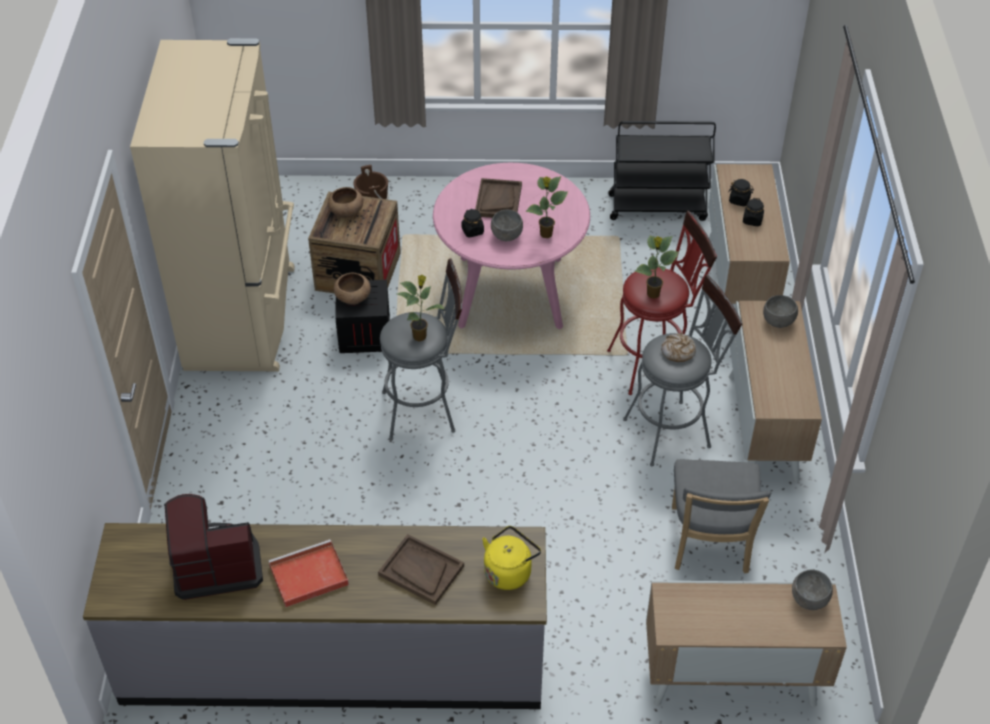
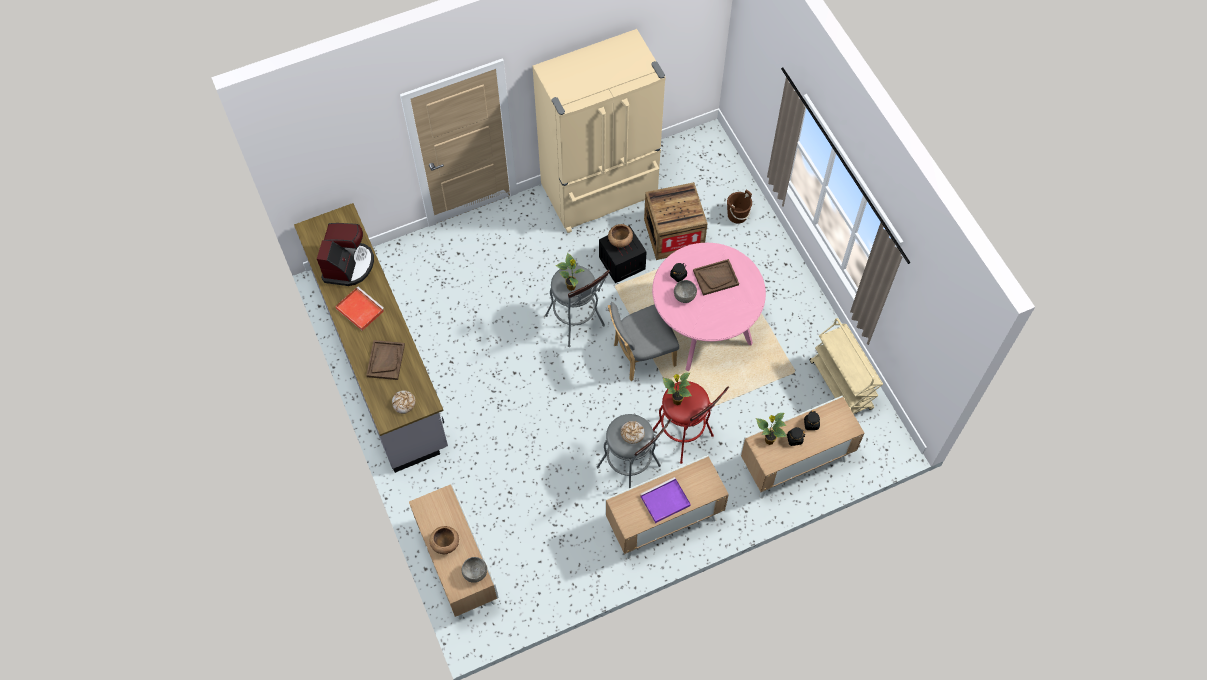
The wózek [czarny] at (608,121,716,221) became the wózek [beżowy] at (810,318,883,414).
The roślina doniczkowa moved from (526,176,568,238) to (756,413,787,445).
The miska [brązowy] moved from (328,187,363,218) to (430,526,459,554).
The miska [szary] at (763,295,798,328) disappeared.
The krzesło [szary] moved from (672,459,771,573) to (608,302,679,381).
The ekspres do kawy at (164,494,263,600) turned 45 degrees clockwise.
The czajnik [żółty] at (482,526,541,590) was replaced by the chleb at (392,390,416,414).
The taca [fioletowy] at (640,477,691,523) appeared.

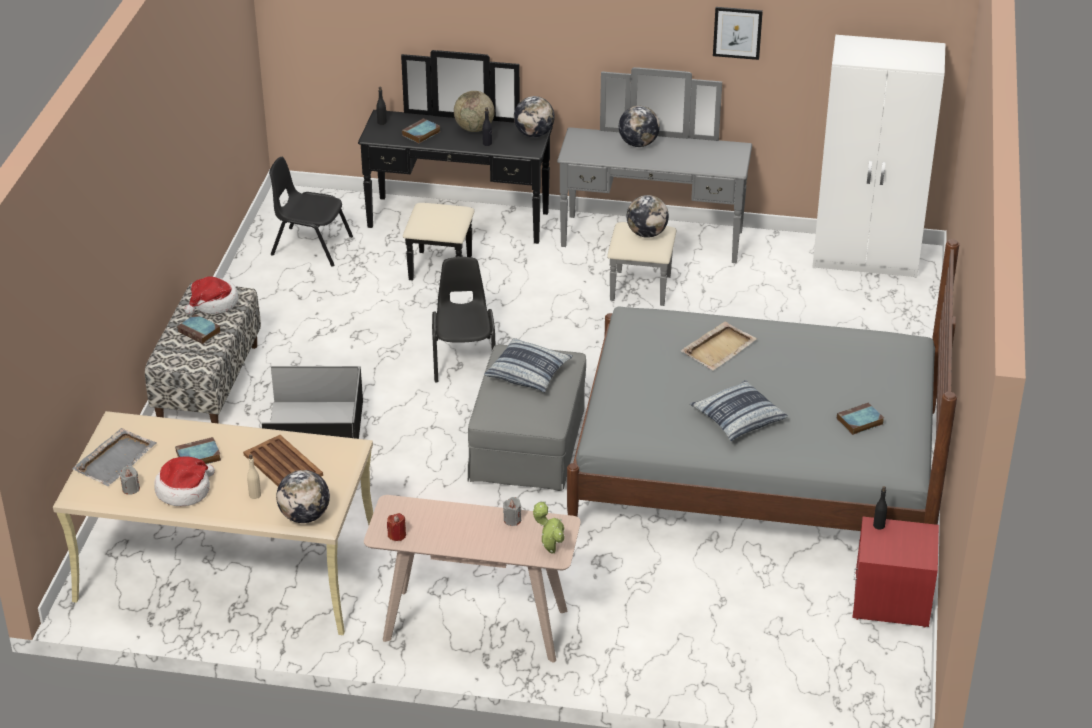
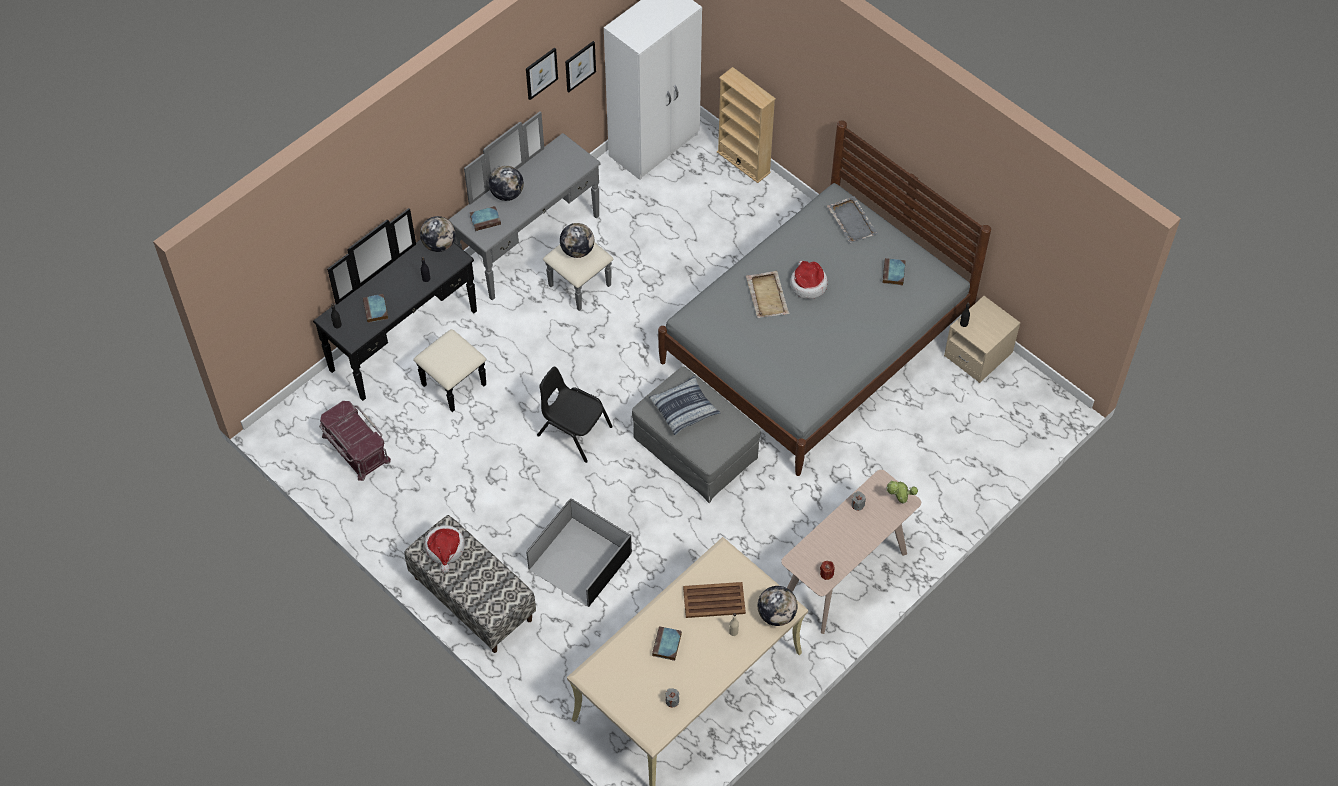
The globus at (454,91,495,132) disappeared.
The krzesło [czarny] at (269,157,353,266) was replaced by the pojemnik do przechowywania [czerwony] at (319,401,391,481).
The książka moved from (177,314,220,344) to (470,206,501,231).
The poduszka at (690,380,788,441) disappeared.
The taca [szary] moved from (72,428,156,486) to (827,196,878,243).
The kapelusz moved from (154,456,215,506) to (790,261,828,299).
The szafka nocna [czerwony] at (852,517,939,628) became the szafka nocna [beżowy] at (944,296,1020,383).
The obraz at (565,41,596,92) appeared.
The regał [beżowy] at (717,67,776,183) appeared.

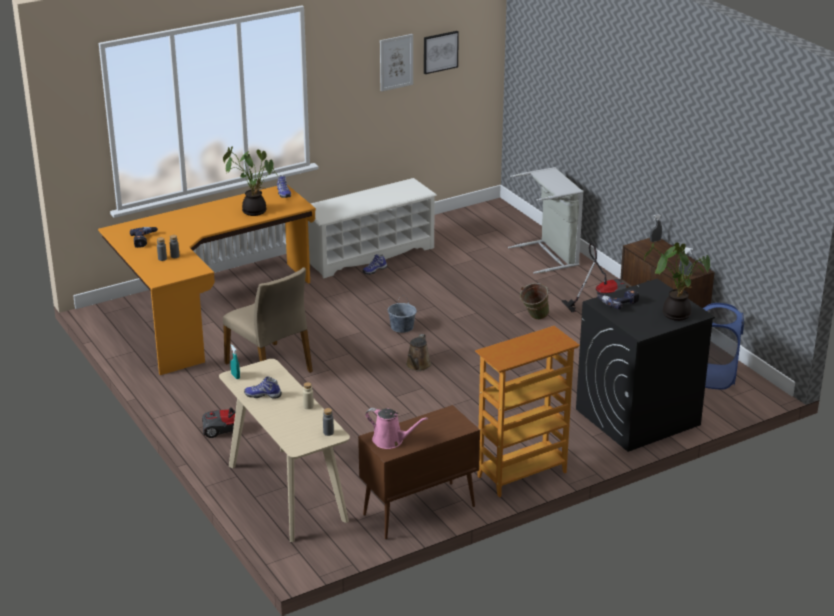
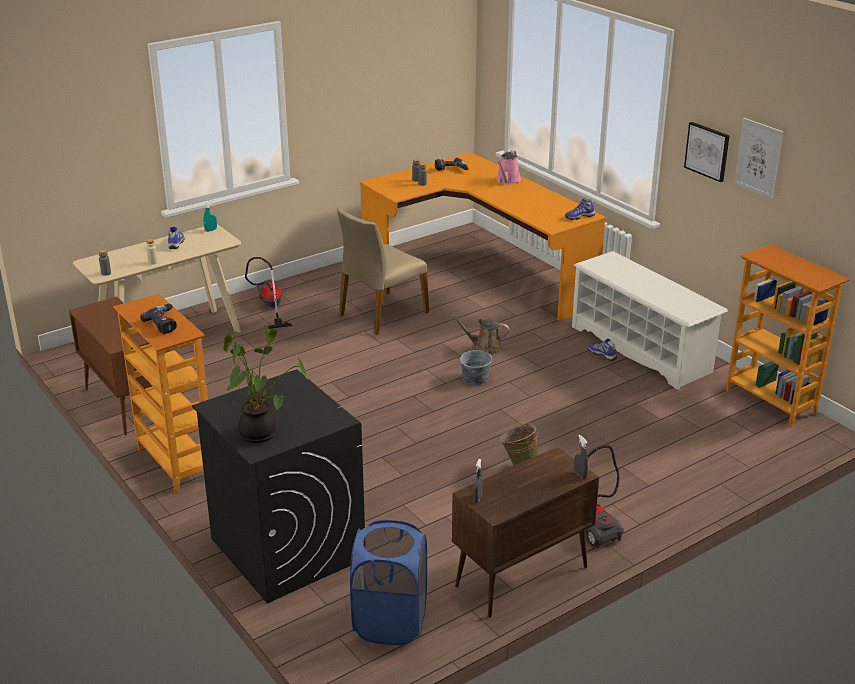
The obraz moved from (424,31,459,74) to (684,122,730,182).
The roślina doniczkowa at (223,146,278,216) disappeared.
The kosz na pranie [szary] at (508,167,584,274) disappeared.
The wiertarka moved from (597,290,639,310) to (140,304,177,334).
The konewka [brązowy] moved from (406,334,432,371) to (451,314,510,355).
The konewka [różowy] moved from (365,408,428,449) to (496,151,521,184).
The regał at (726,244,850,427) appeared.

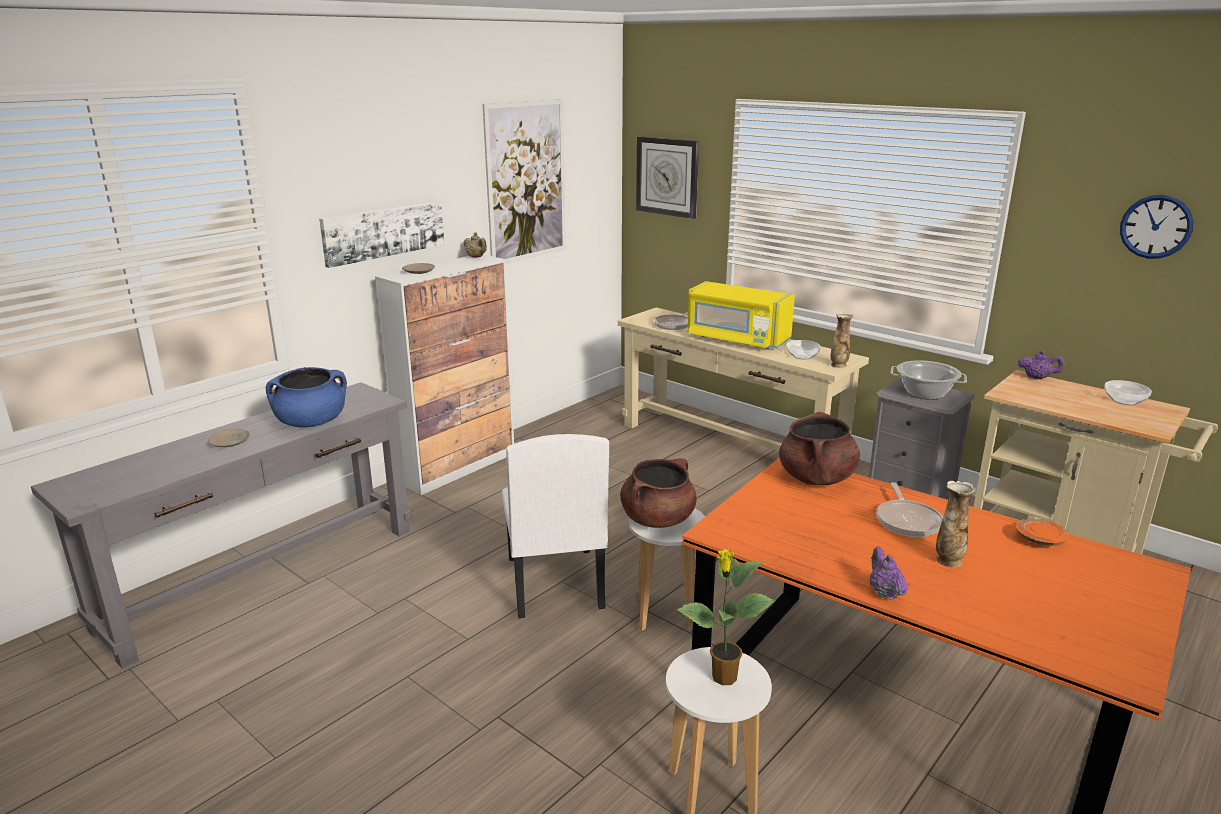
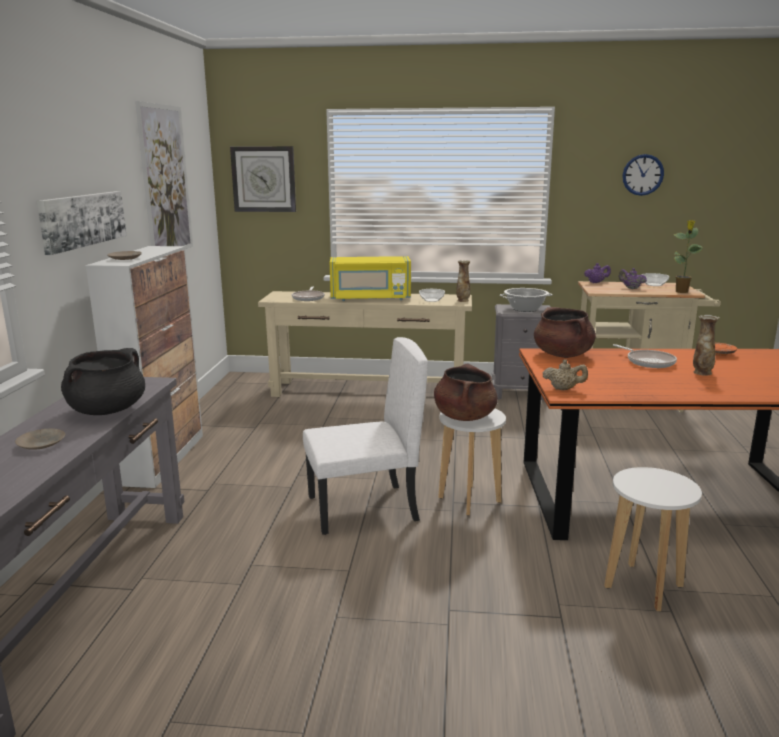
The imbryk [beżowy] moved from (463,232,487,258) to (543,360,588,390).
The garnek [niebieski] at (266,367,347,427) became the garnek [czarny] at (61,348,145,415).
The krzesło [biały] at (502,434,609,618) turned 60 degrees counterclockwise.
The imbryk [fioletowy] moved from (870,546,908,599) to (618,268,647,289).
The roślina doniczkowa moved from (676,549,776,686) to (674,220,703,293).

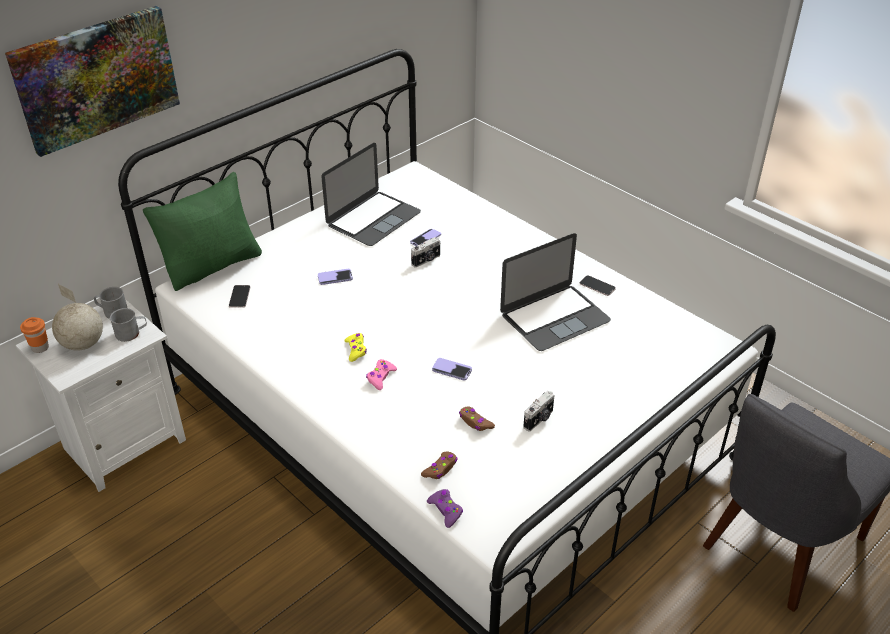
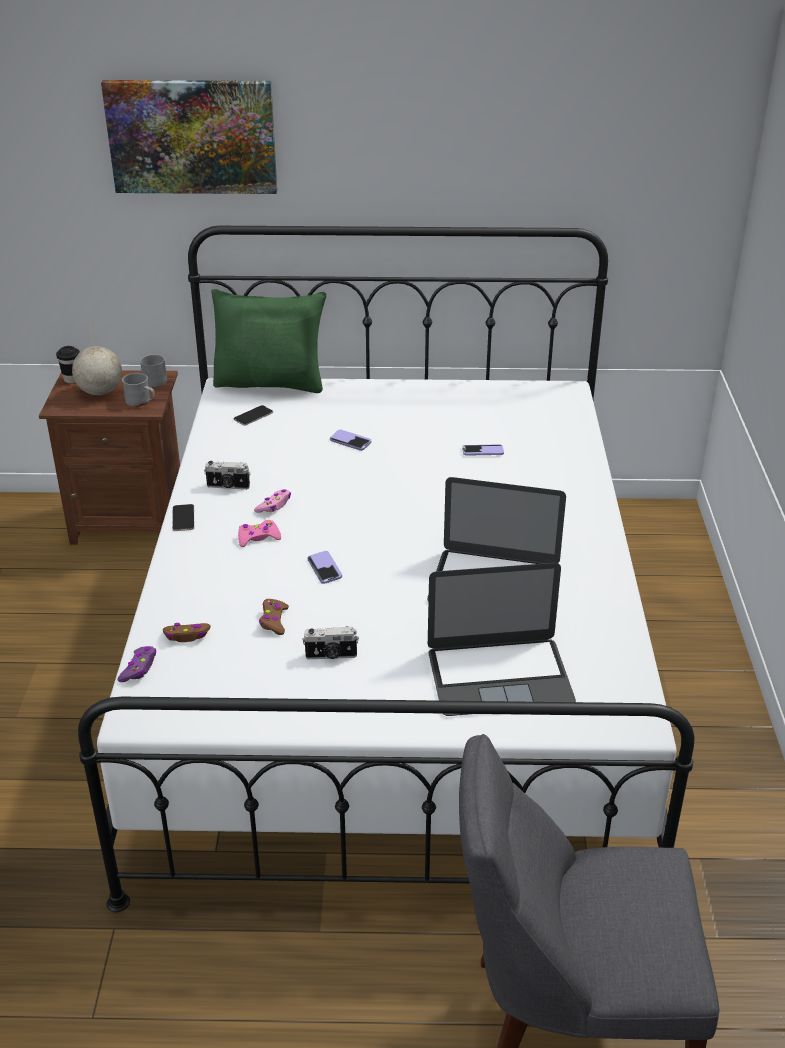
The laptop moved from (322,143,421,246) to (428,563,576,716).
The aparat fotograficzny moved from (411,237,440,268) to (204,461,250,490).
The telefon moved from (580,275,616,296) to (172,504,195,531).
The szafka nocna [biały] at (16,299,186,492) became the szafka nocna [brązowy] at (39,370,180,545).
The filiżanka [pomarańczowy] at (20,317,49,353) became the filiżanka [czarny] at (56,346,80,383).
The pad do gier [żółty] at (344,333,367,362) became the pad do gier [różowy] at (254,489,291,513).

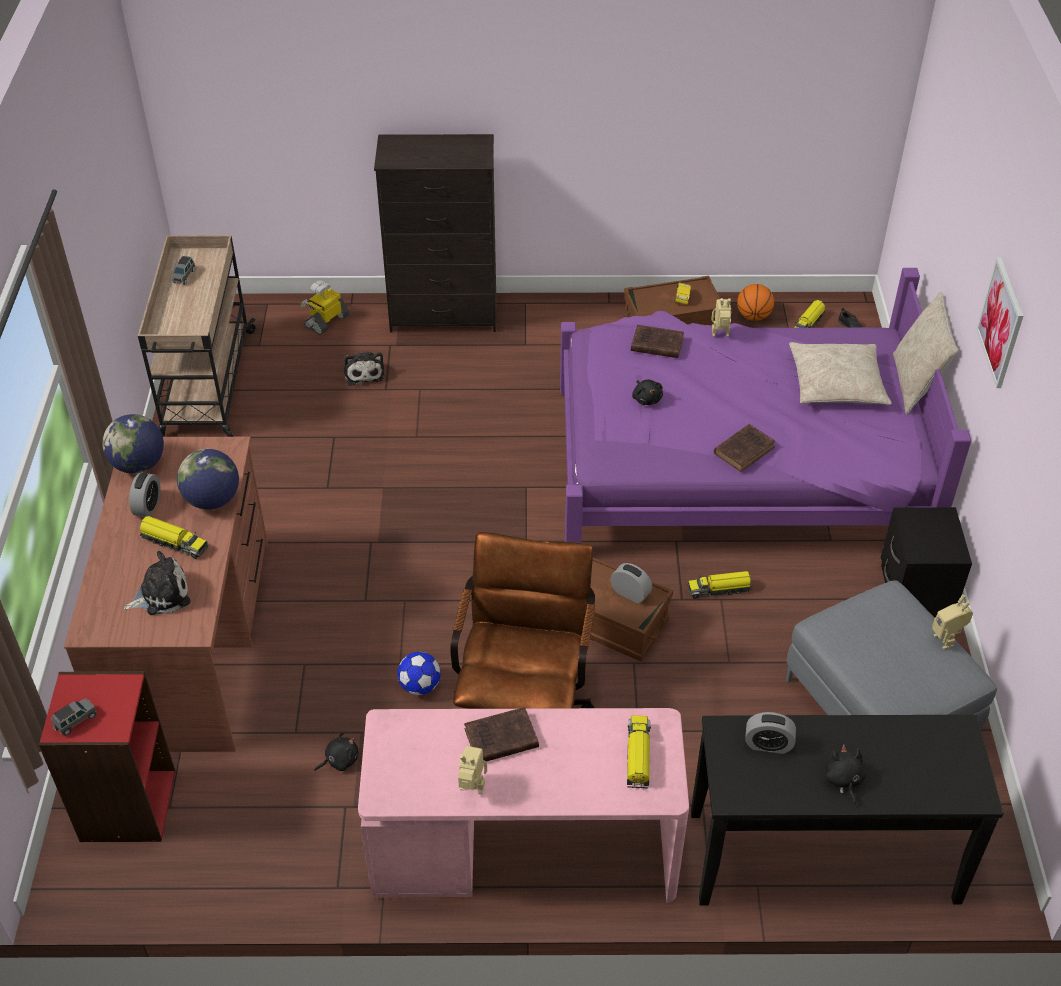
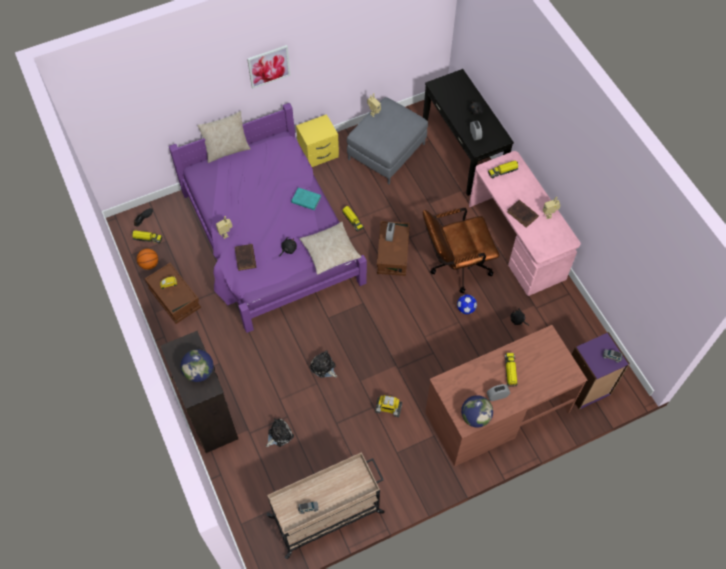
The robot zabawkowy moved from (300,280,349,335) to (375,395,402,417).
The poduszka [beżowy] moved from (789,342,892,405) to (299,222,361,275).
The książka [brązowy] at (714,424,776,472) became the książka [turkusowy] at (291,188,321,210).
The globus moved from (177,449,239,510) to (180,349,214,382).
The szafka nocna [czarny] at (881,507,972,618) became the szafka nocna [żółty] at (296,114,339,167).
The pluszak moved from (124,551,190,615) to (310,350,337,378).
The regał [czerwony] at (39,672,175,842) became the regał [fioletowy] at (572,332,630,410).

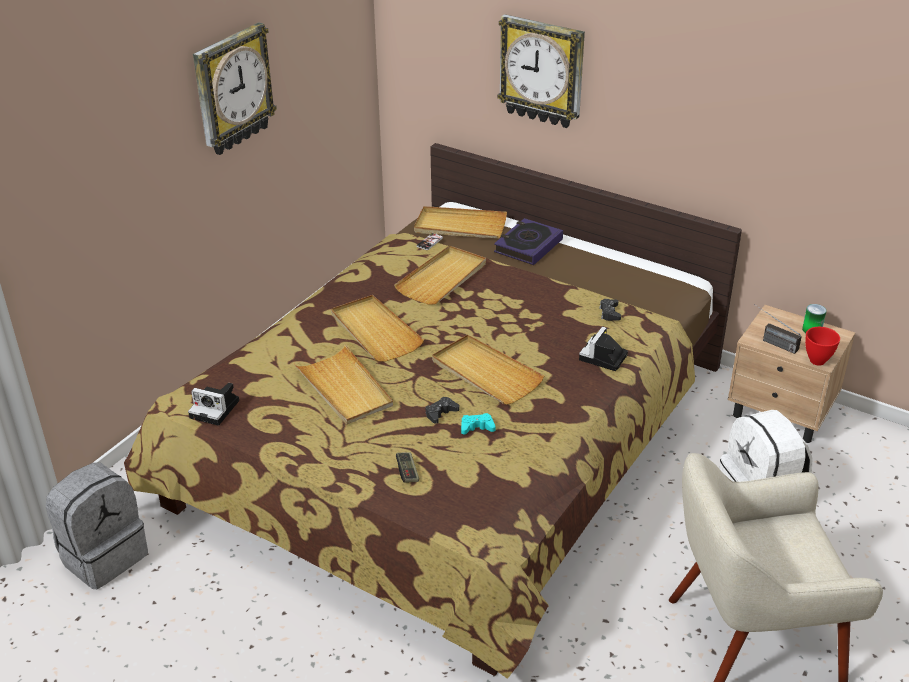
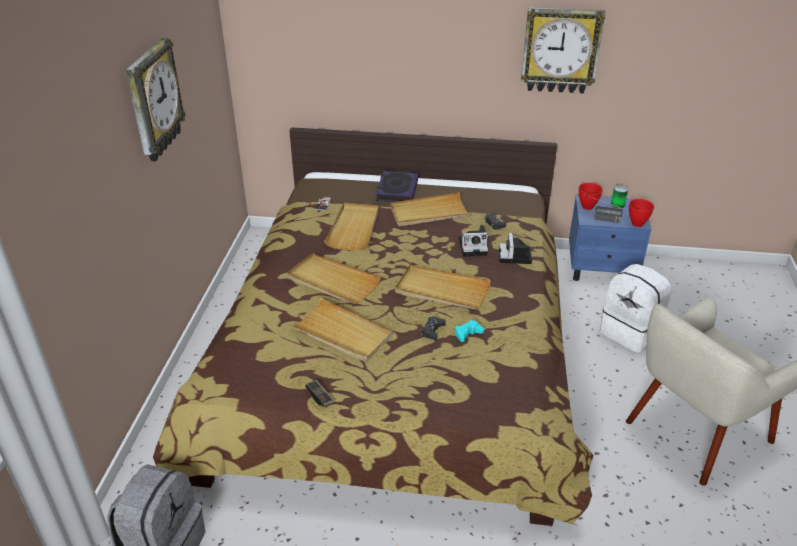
The zegar ścienny moved from (498,14,585,128) to (521,7,605,94).
The taca [beżowy] moved from (414,206,507,238) to (390,192,471,226).
The szafka nocna [beżowy] at (728,305,855,443) became the szafka nocna [niebieski] at (569,195,652,281).
The aparat fotograficzny moved from (188,383,239,426) to (459,225,488,257).
The pad do gier moved from (396,452,419,483) to (305,380,334,407).
The miska [czerwony] at (579,183,603,210) appeared.

